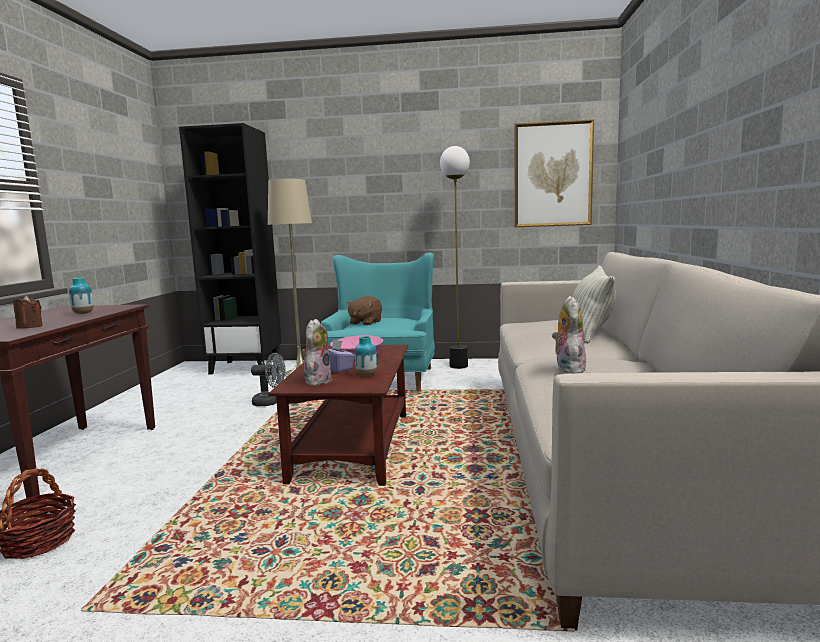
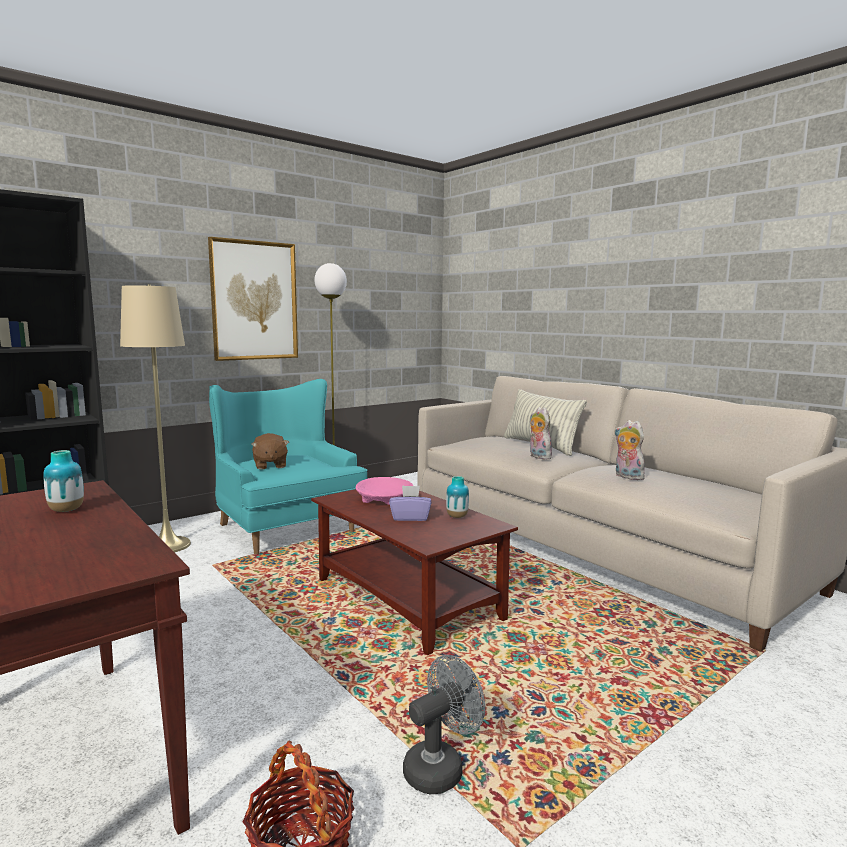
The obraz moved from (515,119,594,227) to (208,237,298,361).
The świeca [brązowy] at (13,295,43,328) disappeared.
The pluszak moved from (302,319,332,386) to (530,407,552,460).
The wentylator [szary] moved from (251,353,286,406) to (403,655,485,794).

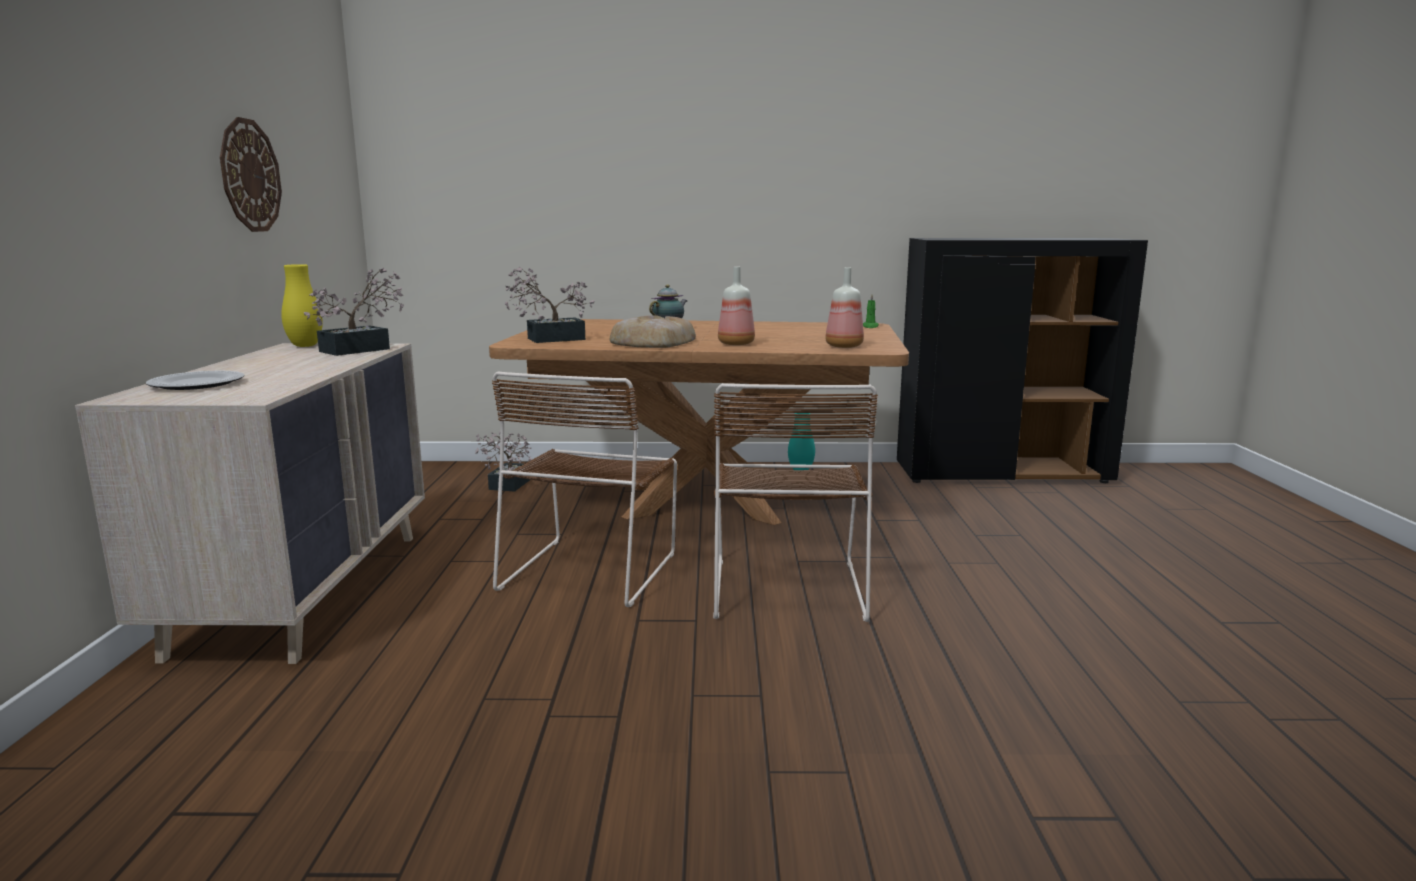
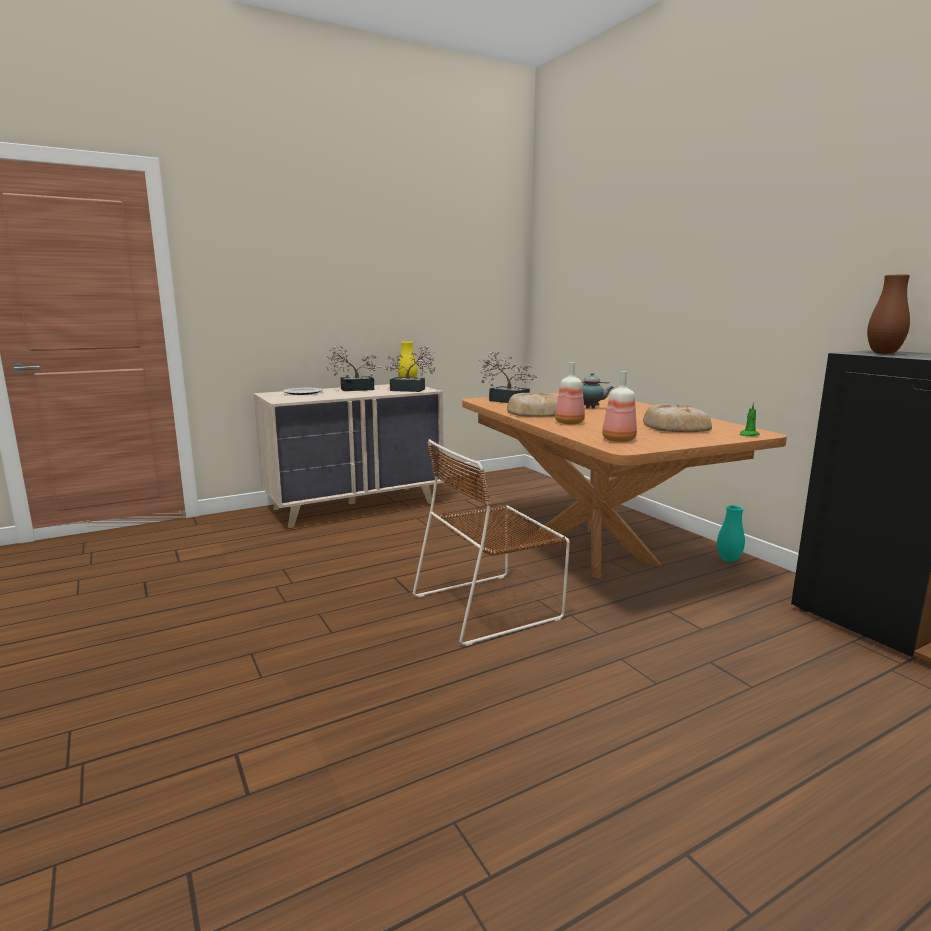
The zegar ścienny at (220,117,282,232) disappeared.
The krzesło [brązowy] at (492,371,677,607) disappeared.
The roślina doniczkowa moved from (475,432,532,492) to (326,345,381,391).
The wazon [brązowy] at (867,275,910,354) appeared.
The chleb at (643,404,712,432) appeared.

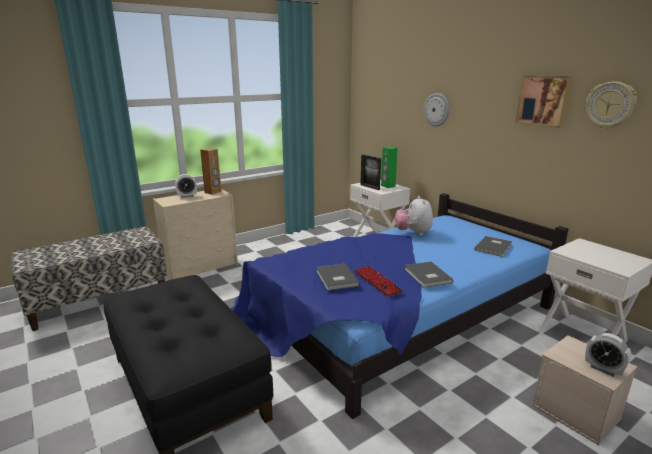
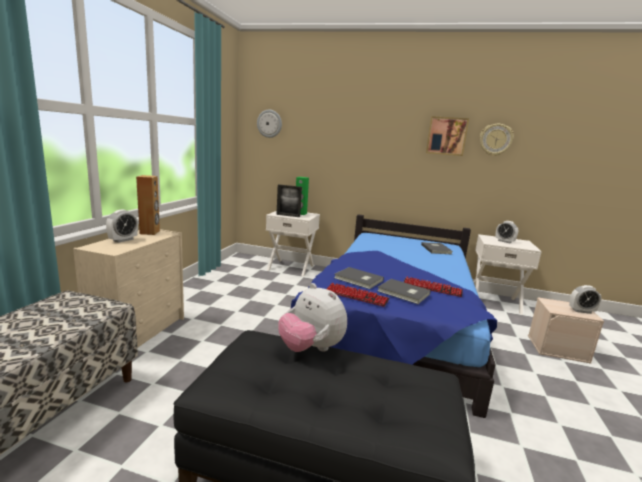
The zegar ścienny moved from (424,93,449,127) to (257,110,282,138).
The pluszak moved from (395,196,433,236) to (278,283,347,352).
The książka [szary] moved from (405,261,453,288) to (334,267,384,289).
The budzik at (496,221,518,244) appeared.
The klawiatura at (327,283,390,307) appeared.

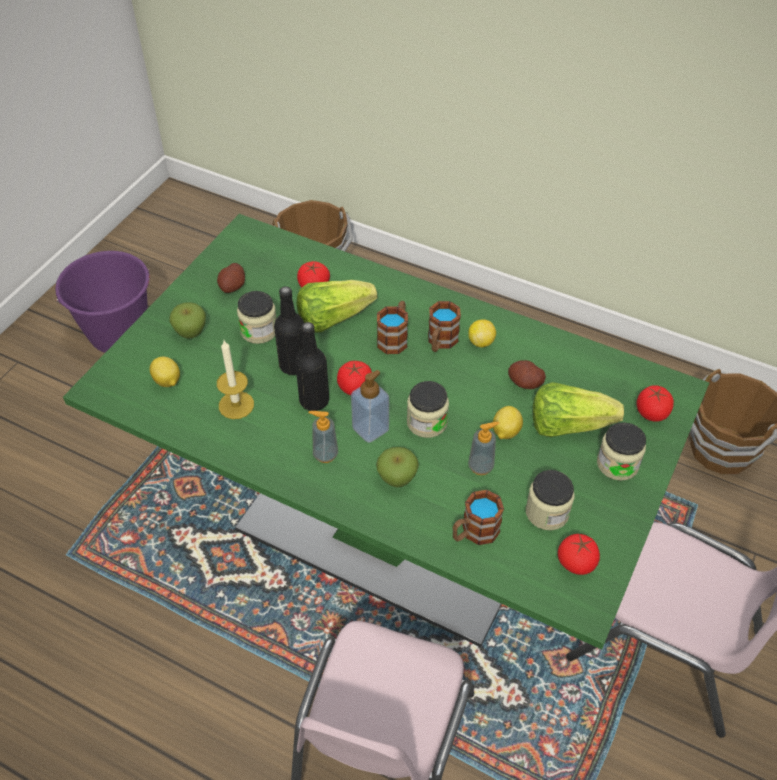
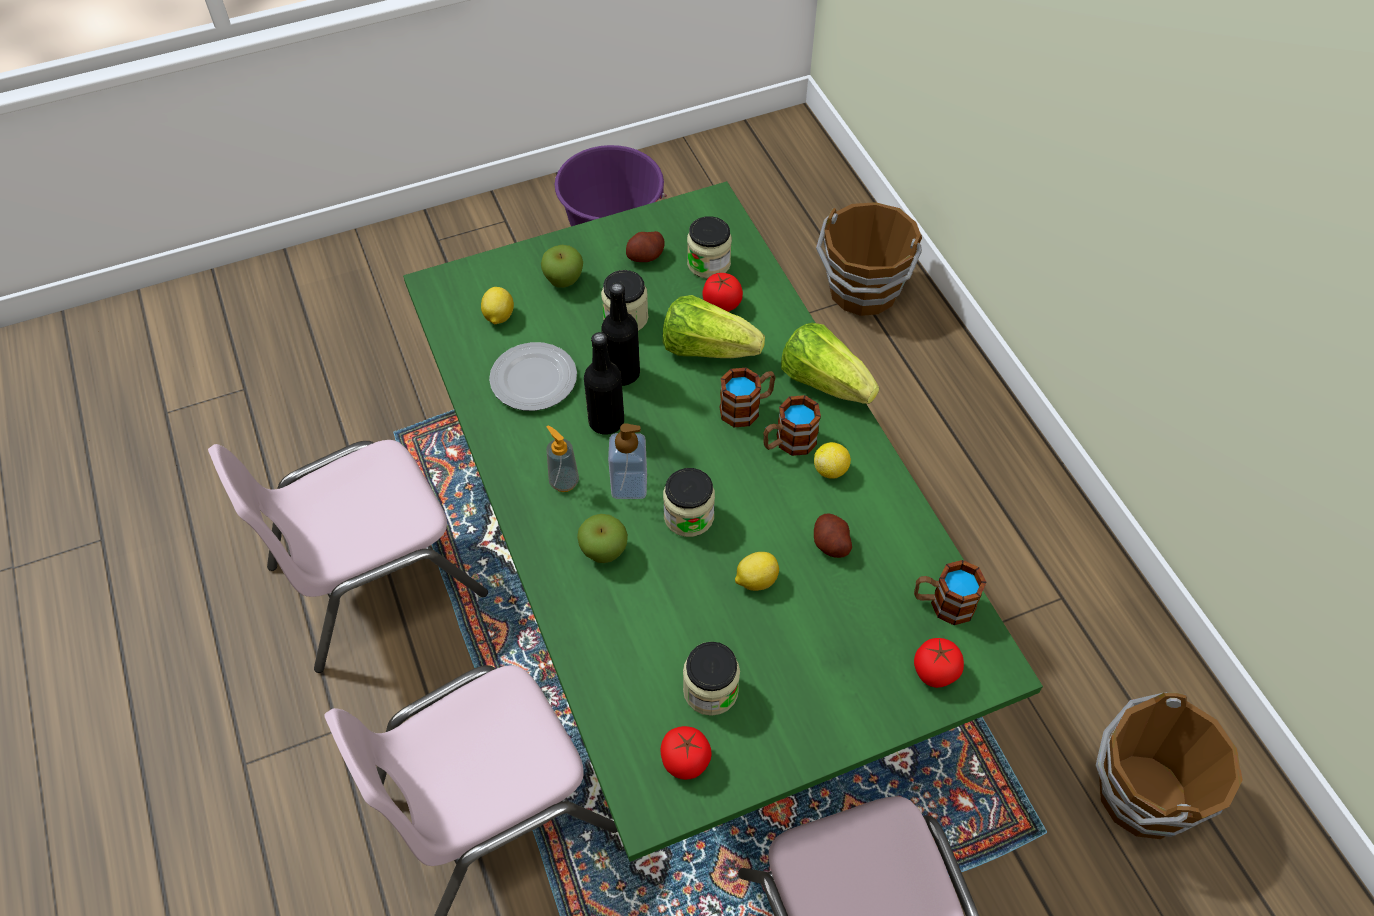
The świeca at (217,340,254,419) was replaced by the talerz at (489,342,577,411).
The pomidor at (337,361,372,395) disappeared.
The sałata moved from (533,382,624,437) to (781,323,879,404).
The dozownik mydła at (468,422,500,475) disappeared.
The słoik moved from (597,422,646,481) to (687,216,732,279).
The kubek moved from (453,490,504,545) to (914,560,987,625).
The krzesło [różowy] at (208,440,488,673) appeared.

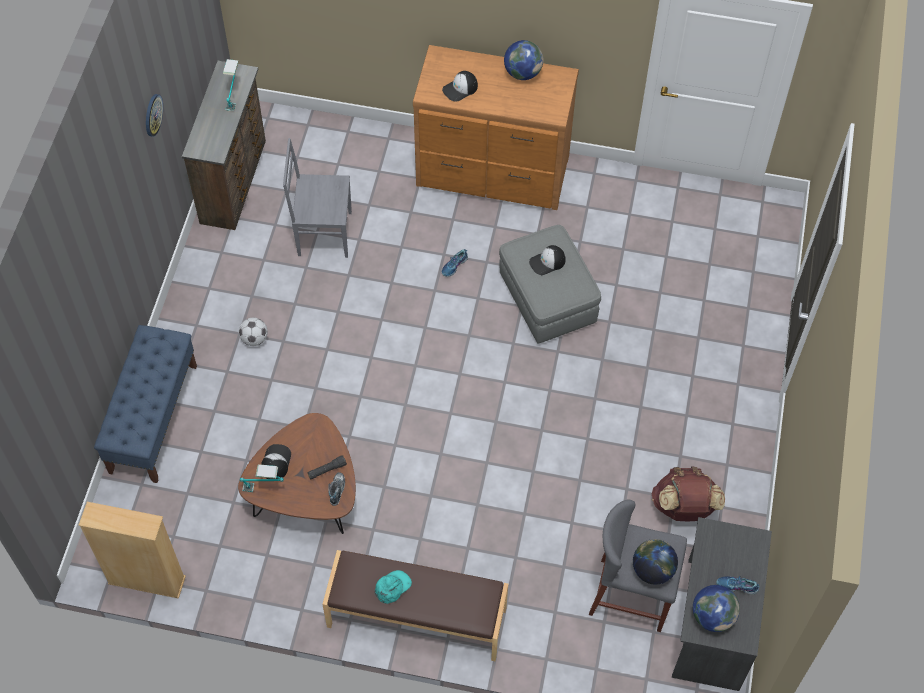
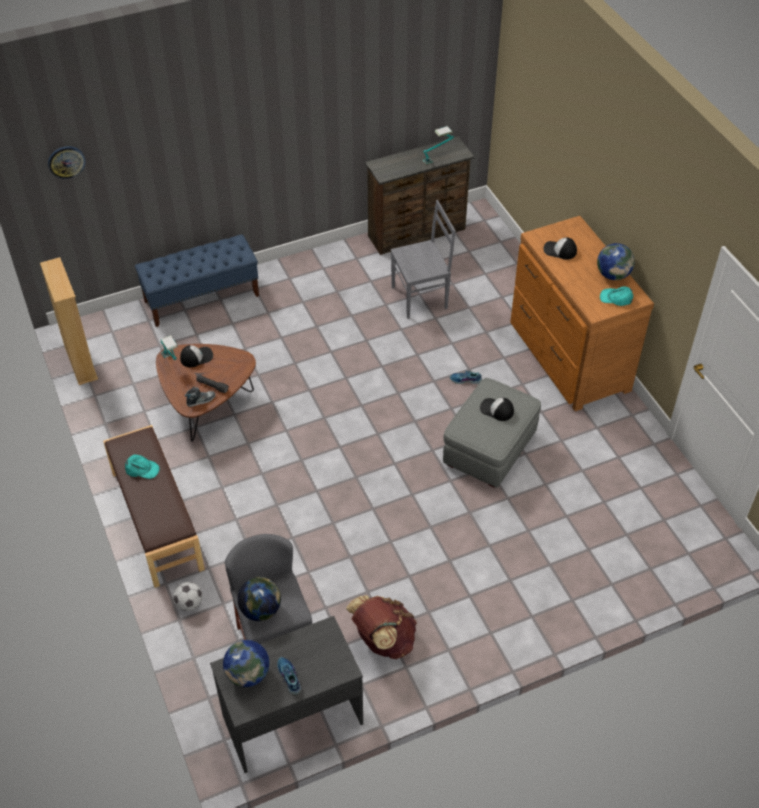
The zegar ścienny moved from (146,94,163,137) to (48,146,86,179).
The krzesło [szary] at (283,138,352,258) turned 105 degrees clockwise.
The piłka futbolowa moved from (239,318,268,346) to (173,582,203,611).
The czapka z daszkiem [turkusowy] at (600,286,633,306) appeared.

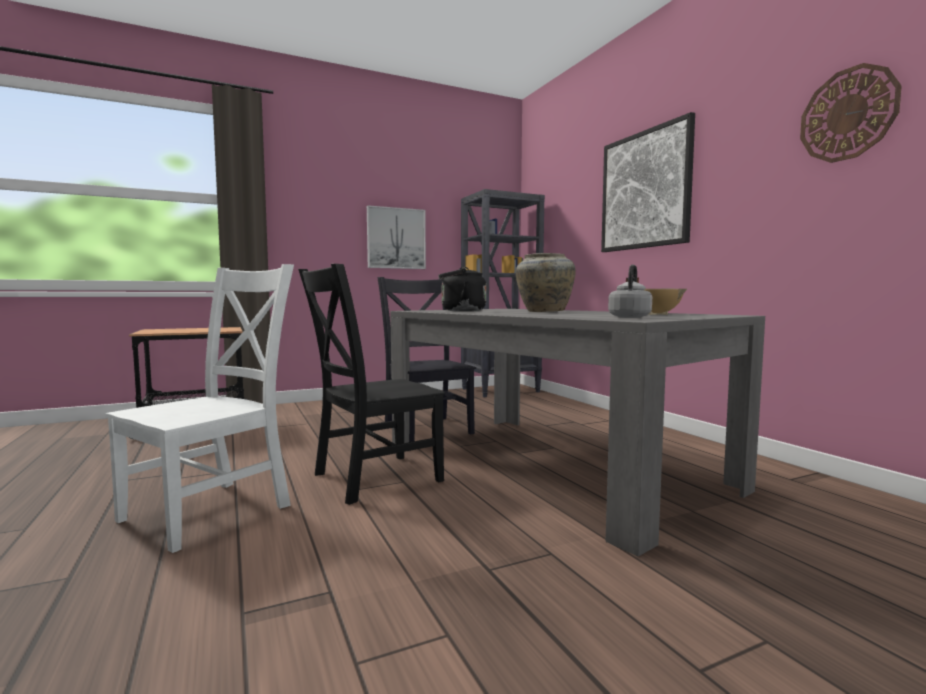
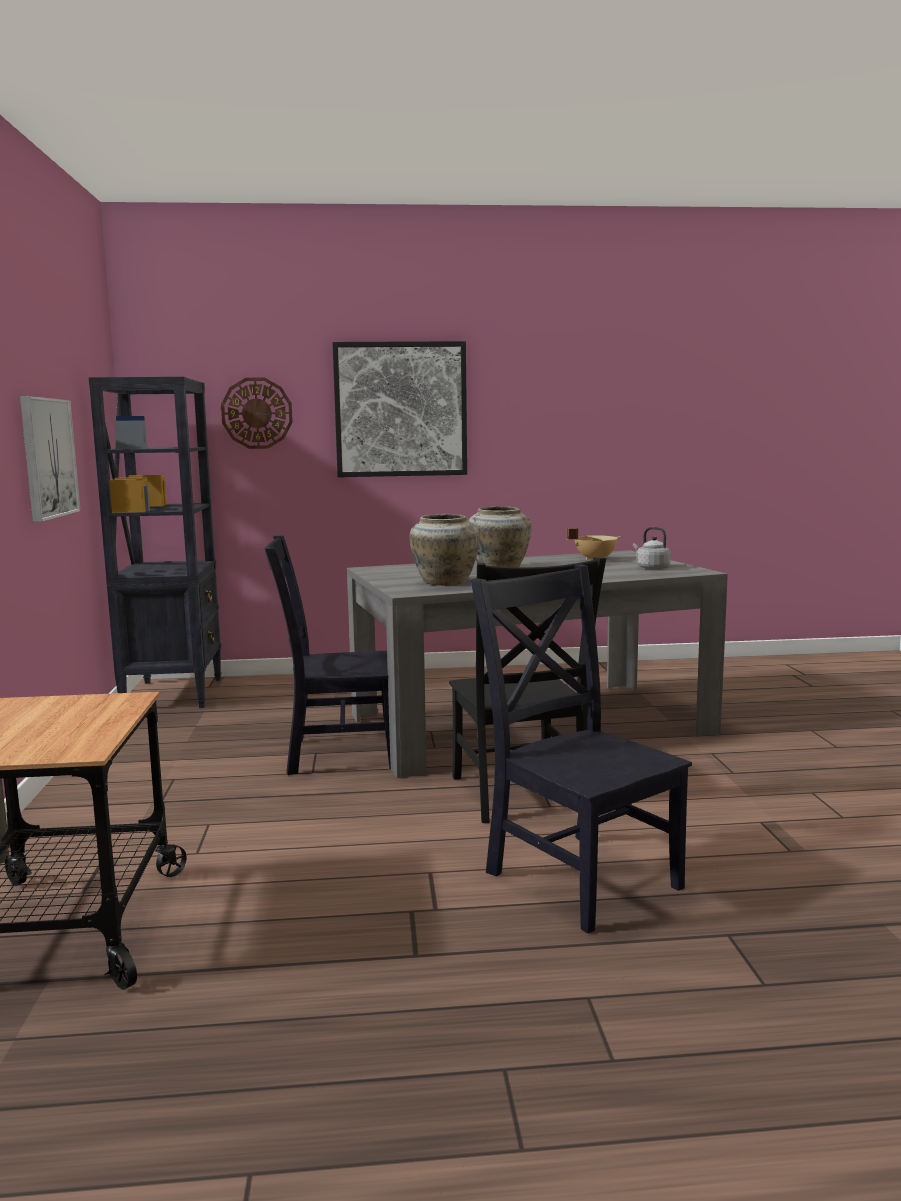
The zegar ścienny moved from (800,63,902,163) to (221,378,293,449).
The krzesło [biały] at (105,264,294,553) became the krzesło [czarny] at (470,564,692,933).
The czajnik [czarny] at (438,267,486,311) was replaced by the wazon [beżowy] at (410,514,480,586).

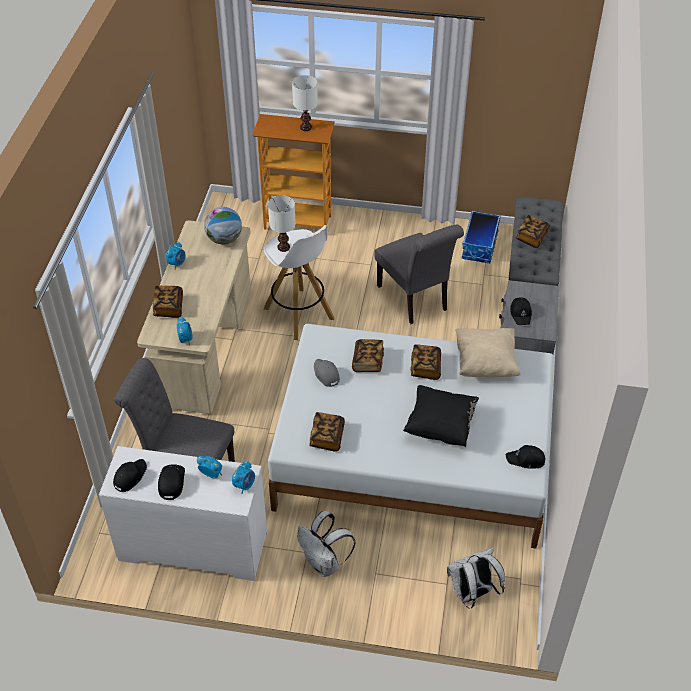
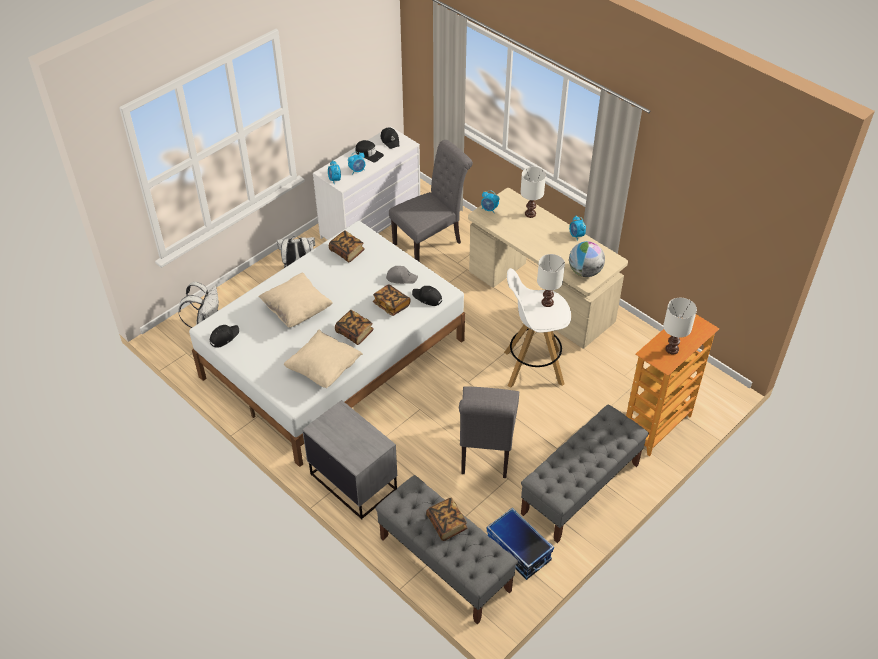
The krzesło [szary] at (374,225,464,324) turned 90 degrees counterclockwise.
The książka at (153,285,183,318) was replaced by the lampa stołowa [biały] at (520,167,546,218).
The czapka z daszkiem [czarny] moved from (510,297,532,325) to (412,286,442,306).
The poduszka [czarny] at (403,385,479,447) became the poduszka [beżowy] at (259,273,333,327).
The ławka [szary] at (521,405,649,543) appeared.

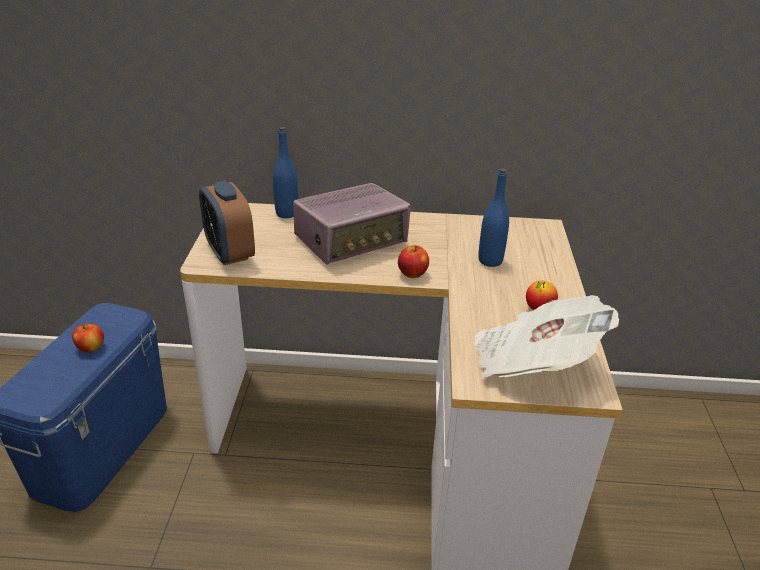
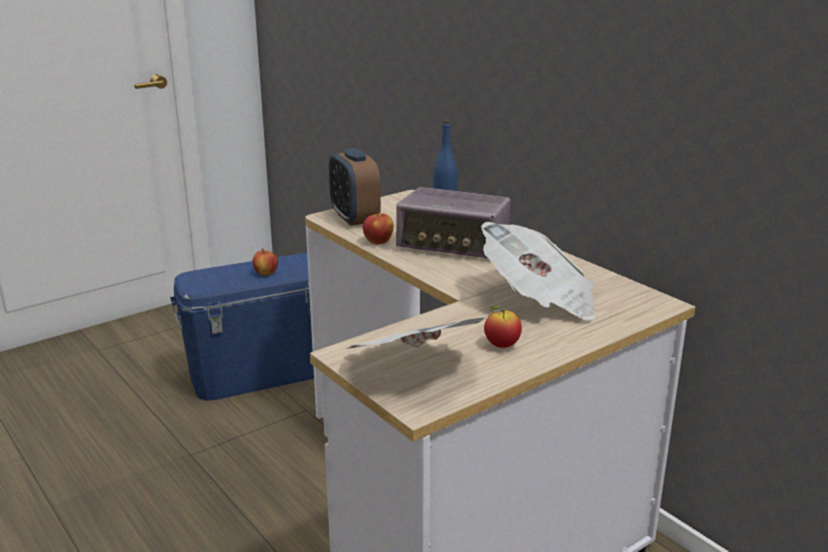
The butelka [niebieski] at (478,168,509,267) was replaced by the gazeta at (481,222,595,321).
The budzik at (199,181,255,265) turned 45 degrees counterclockwise.
The jabłko moved from (398,245,429,278) to (363,211,394,244).

